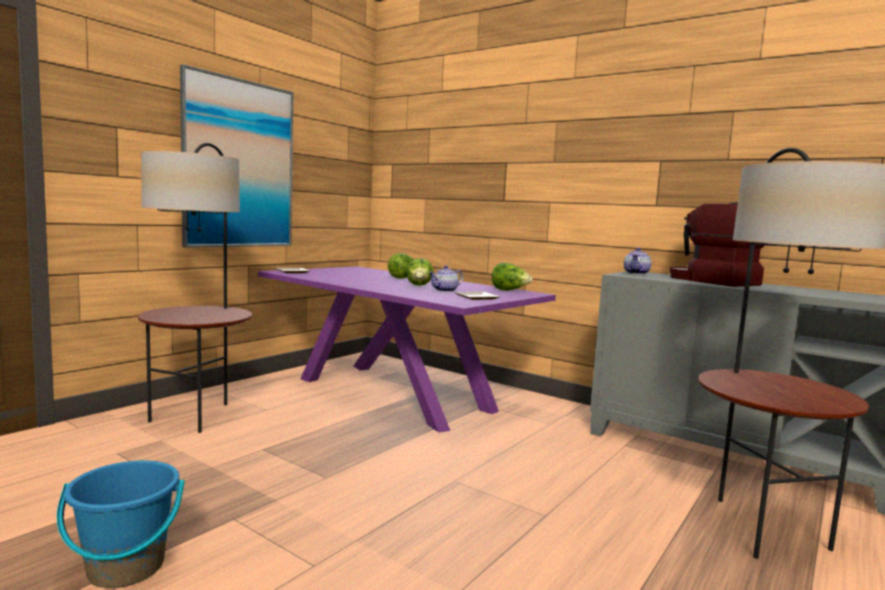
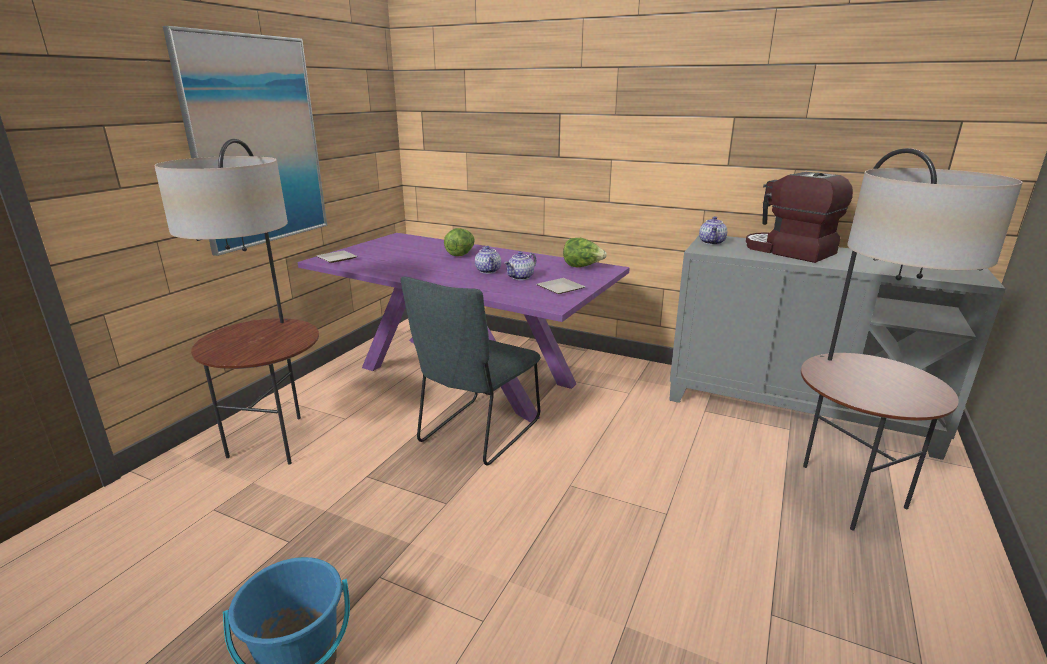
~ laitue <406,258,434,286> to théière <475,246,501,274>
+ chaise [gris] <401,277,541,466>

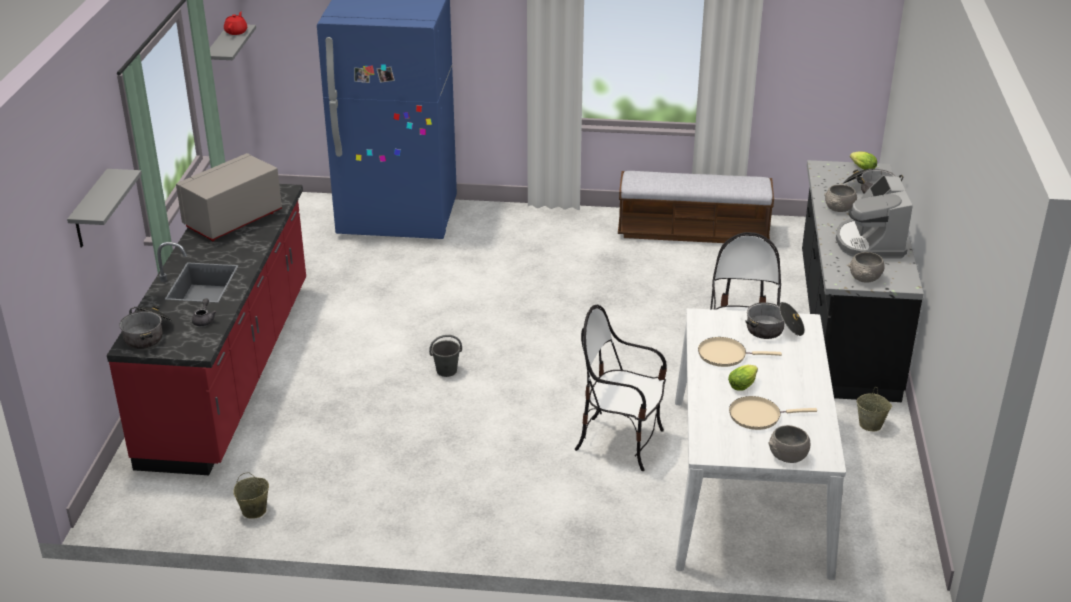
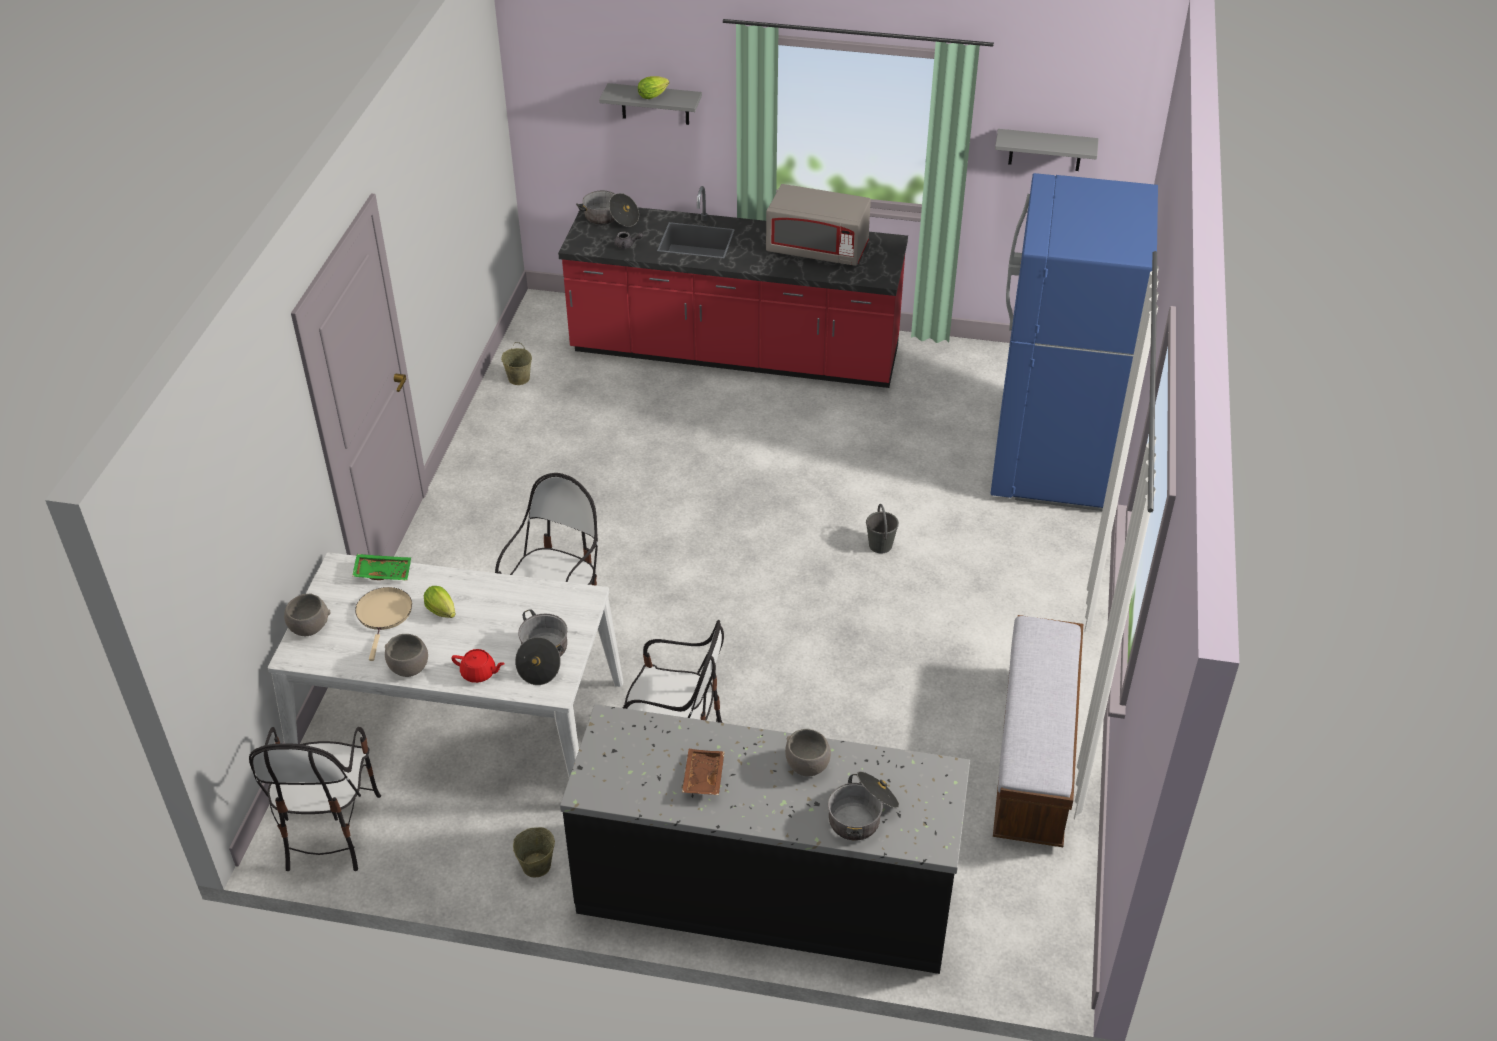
~ micro-ondes [gris] <176,153,282,241> = <766,184,871,266> 150 degrees clockwise
~ théière [rouge] <224,11,247,35> to <451,649,505,683>
~ seau [gris] <429,335,462,377> to <866,504,899,553>
- poêle [beige] <698,337,782,367>
~ machine à café <836,175,913,259> to plateau [marron] <682,749,724,795>
~ bol [gris] <848,252,885,283> to <385,634,428,677>
~ laitue <850,151,877,170> to <638,76,669,99>
+ chaise <249,727,381,871>
+ plateau [vert] <352,554,411,581>

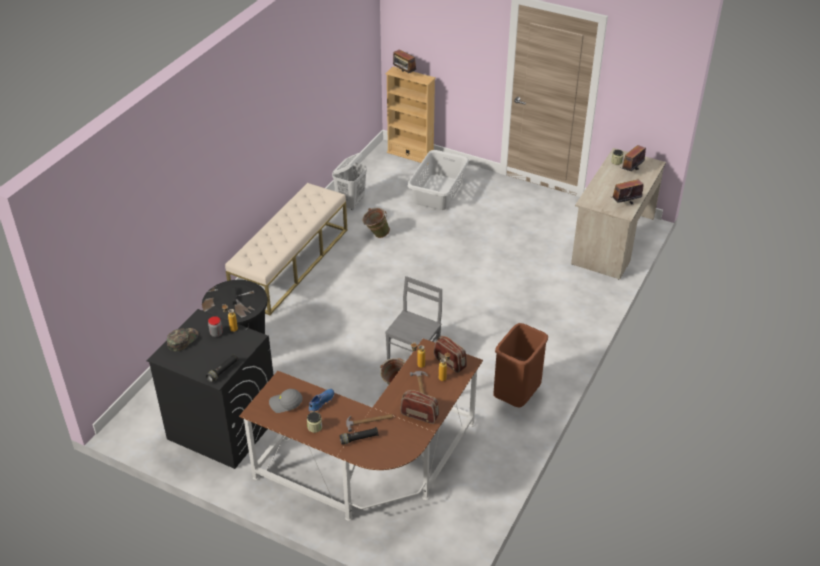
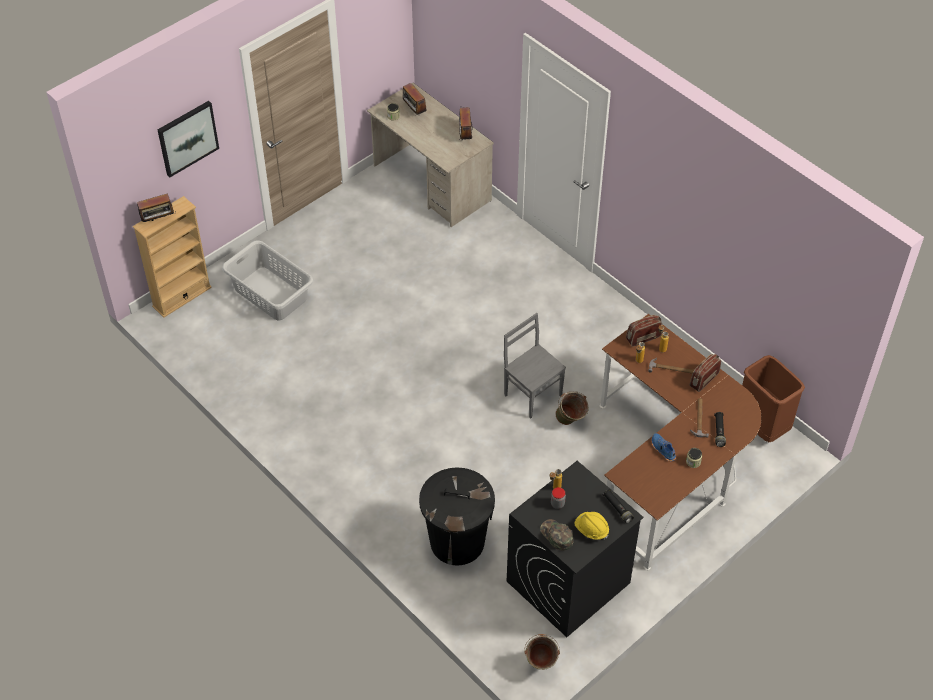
- banc [beige] <225,183,347,315>
- casquette [gris] <269,389,303,413>
- panier à linge [blanc] <332,153,367,210>
~ seau [vert] <363,208,390,238> to <524,634,560,670>
~ poubelle [marron] <493,323,548,408> to <742,355,805,442>
+ tableau <158,101,219,177>
+ casque de chantier [jaune] <574,512,609,540>

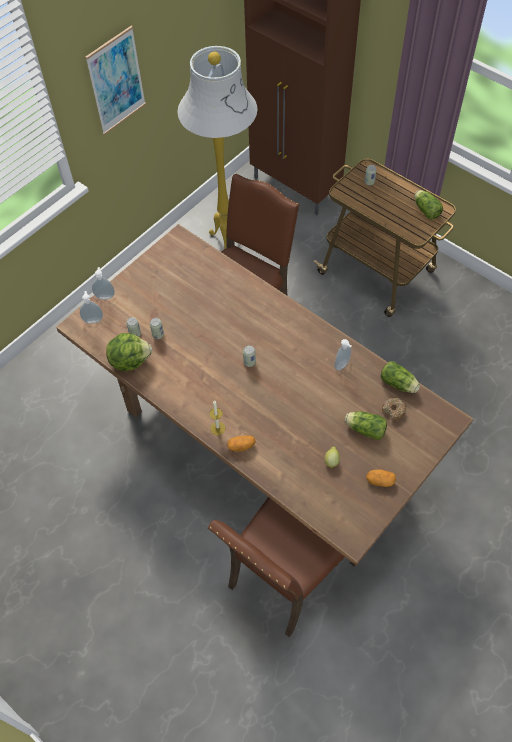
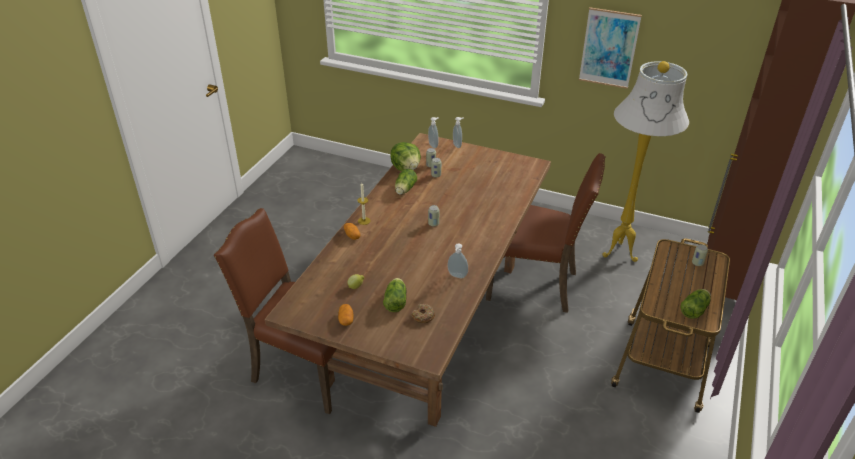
~ laitue <380,361,420,393> to <395,169,417,195>

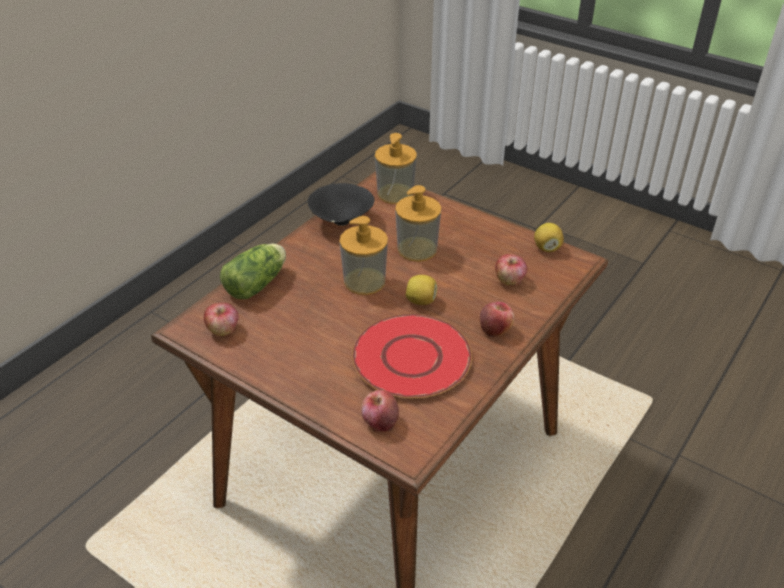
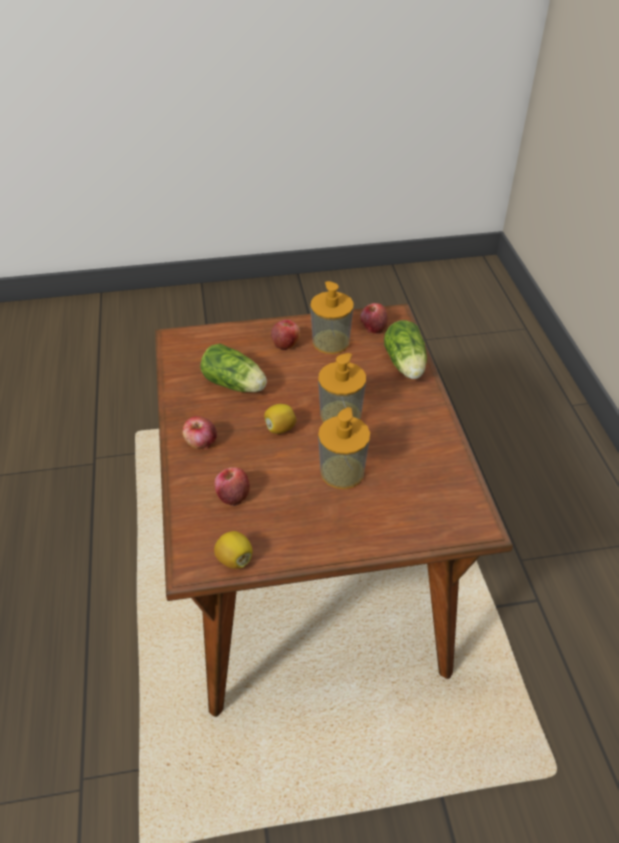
- bol [noir] <308,183,374,226>
~ assiette [rouge] <352,314,472,398> to laitue <200,344,267,392>
~ pomme <361,390,399,432> to <271,320,300,350>
~ distributeur de savon <375,133,417,204> to <310,281,354,354>

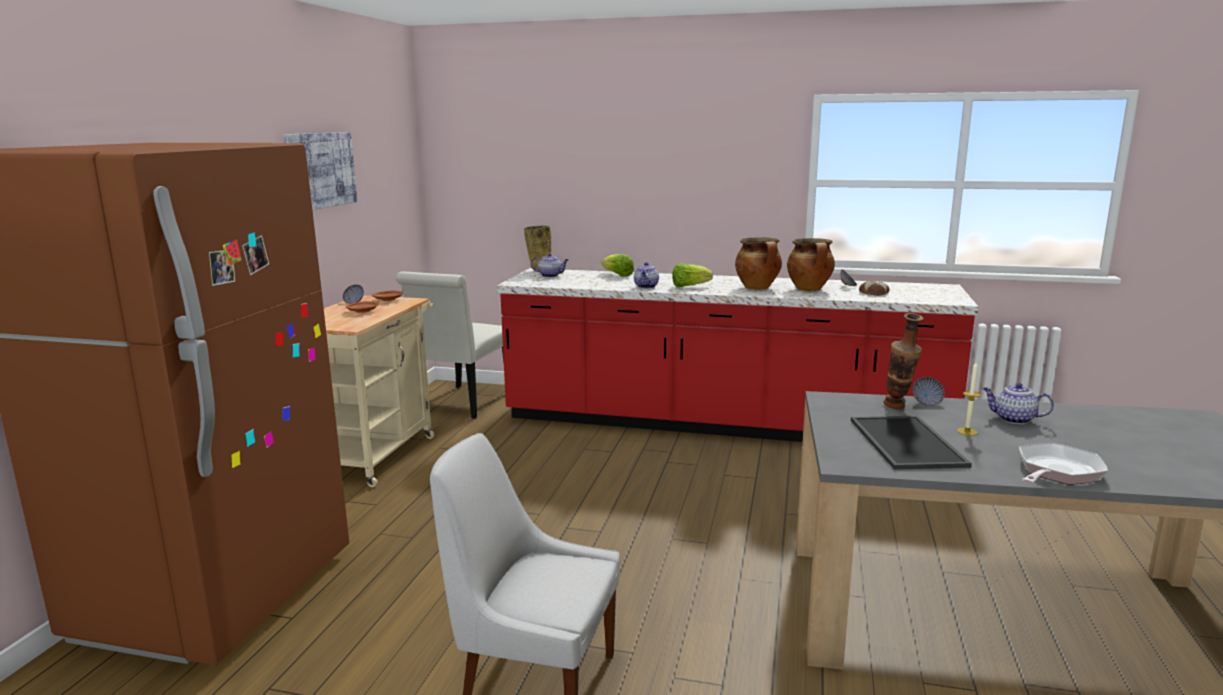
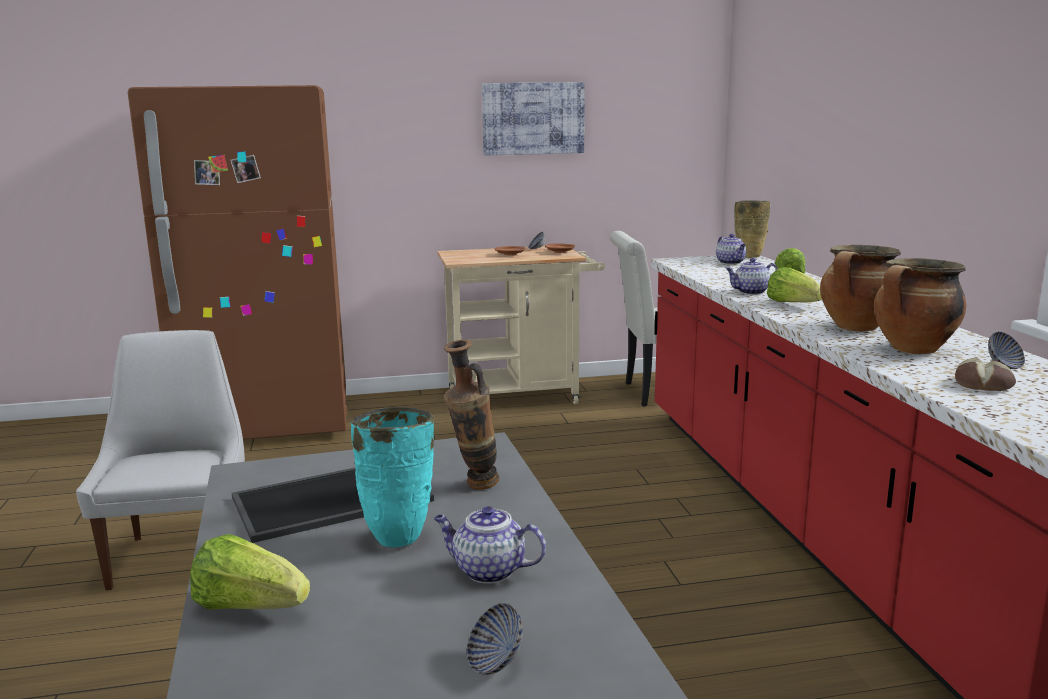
~ bol <913,377,945,406> to <466,603,523,675>
~ bougie <957,362,981,436> to vase [turquoise] <351,407,435,548>
~ théière <983,383,1054,424> = <434,506,546,583> 75 degrees counterclockwise
~ poêle <1019,443,1108,485> to laitue <190,534,310,609>

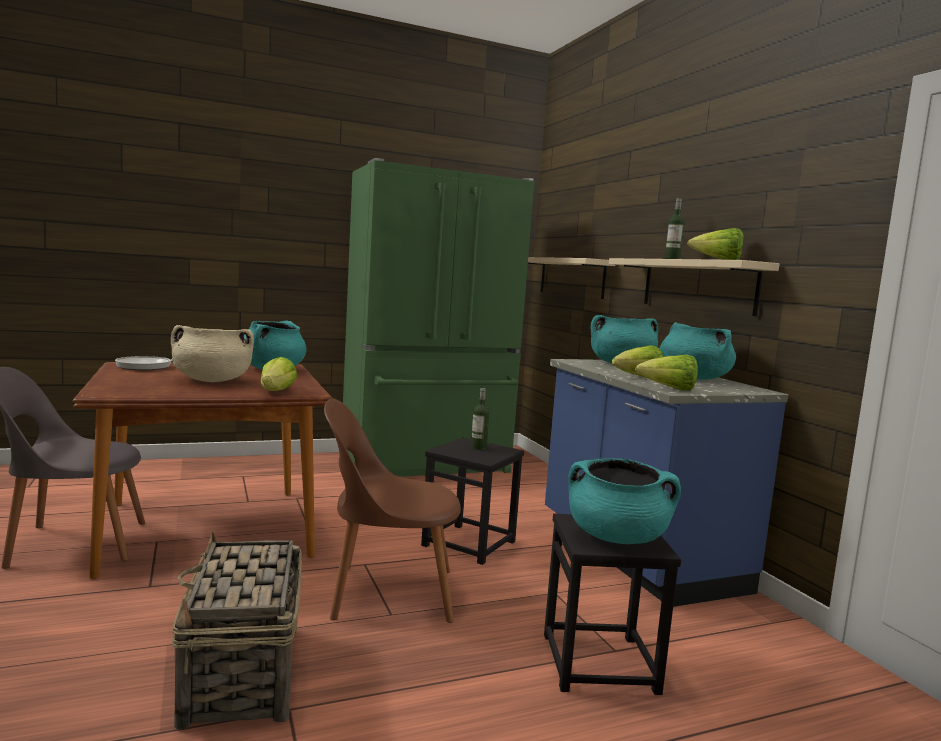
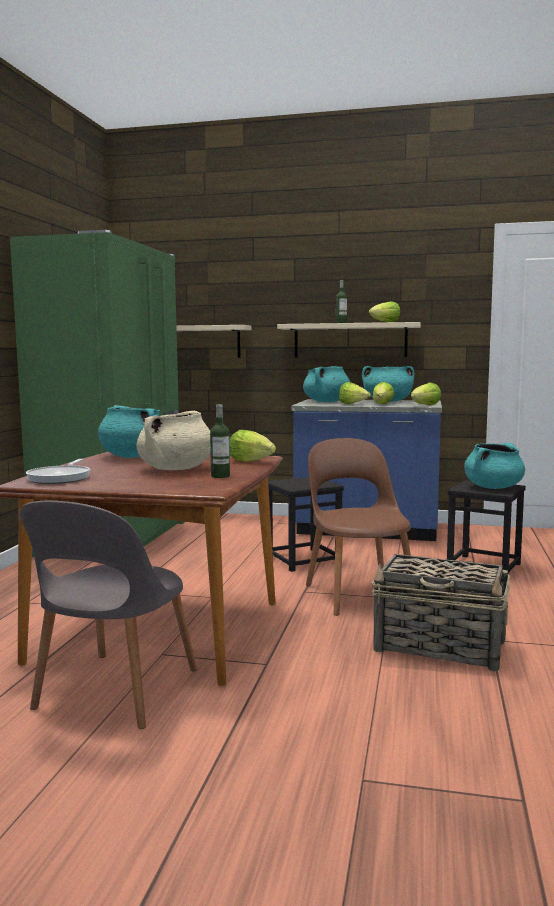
~ chaise [marron] <324,398,461,623> = <306,438,411,616> 135 degrees clockwise
~ bouteille <471,388,489,450> to <210,404,230,478>
+ laitue <339,382,371,404>

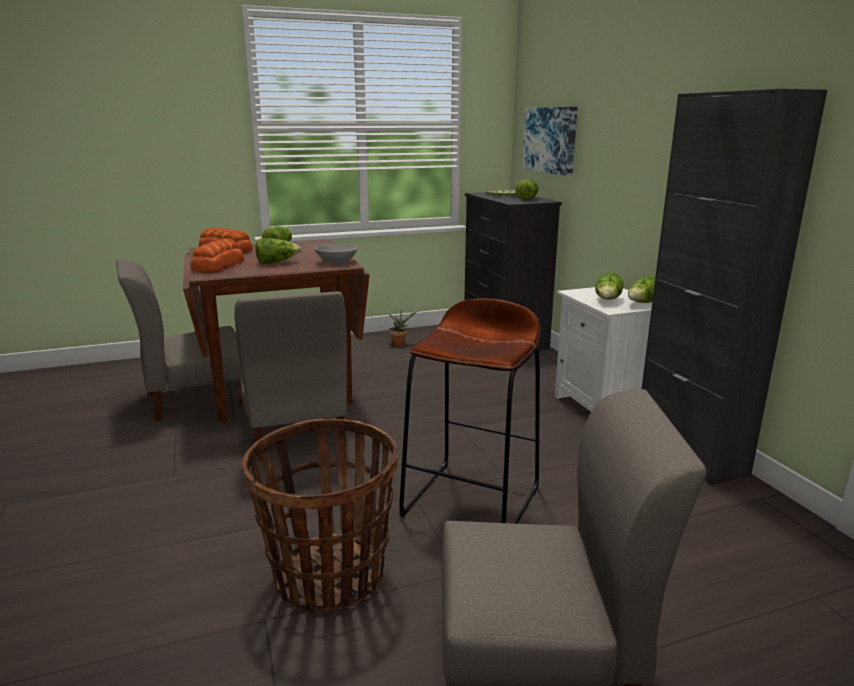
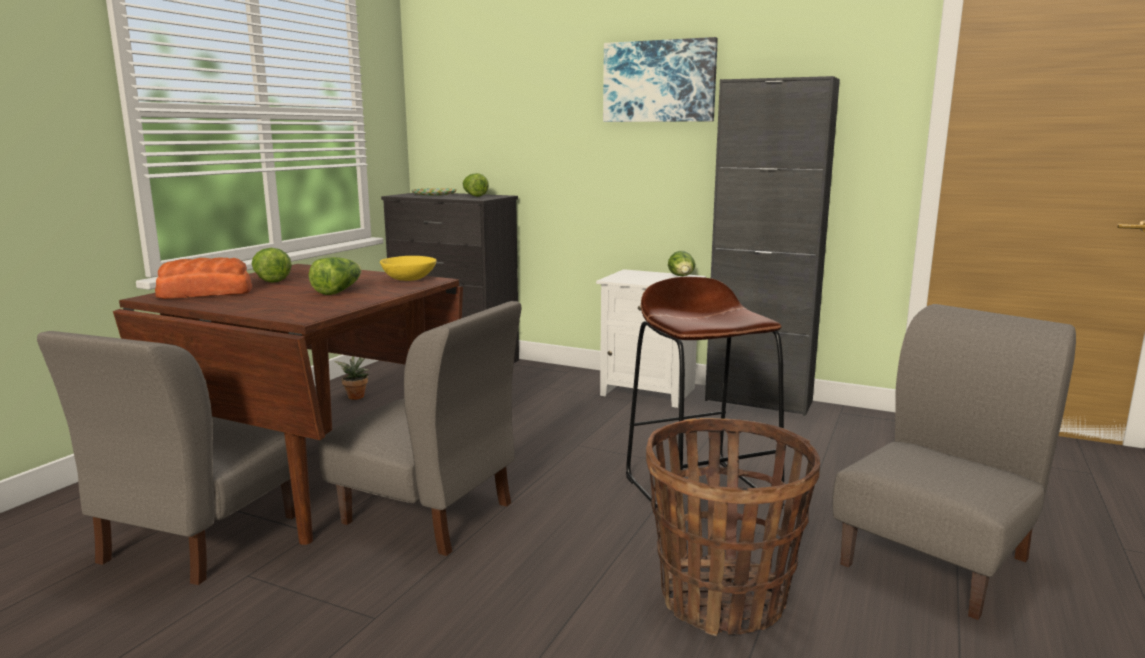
- pain <191,238,244,273>
~ bol [gris] <315,244,358,263> to bol [jaune] <380,256,437,281>
~ tableau <522,107,578,176> to <603,37,718,122>
- laitue <595,273,624,300>

